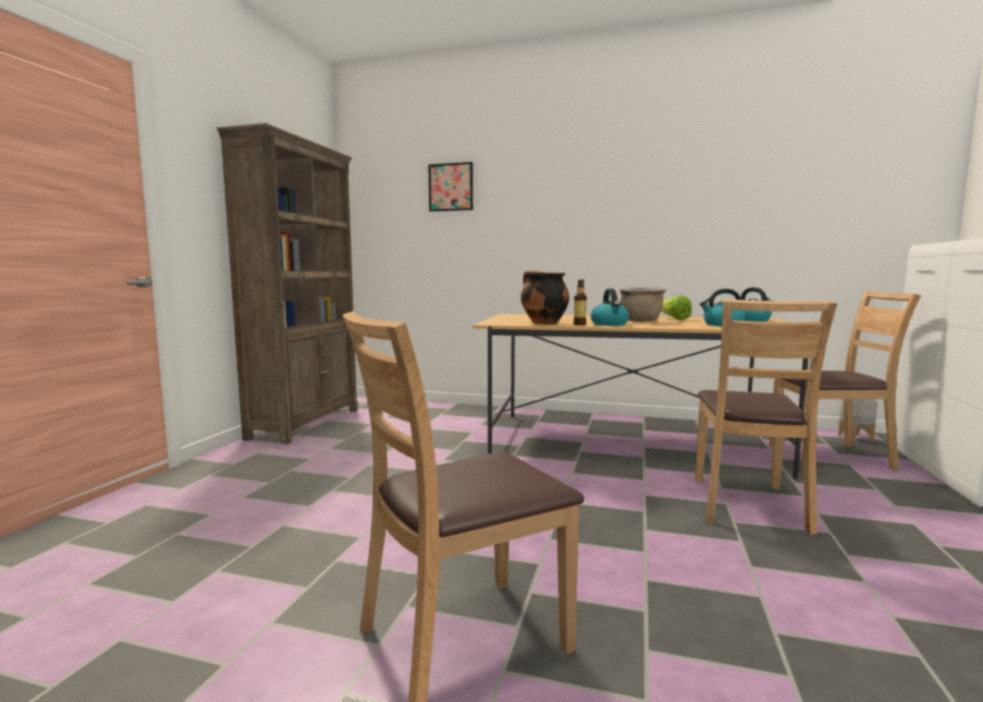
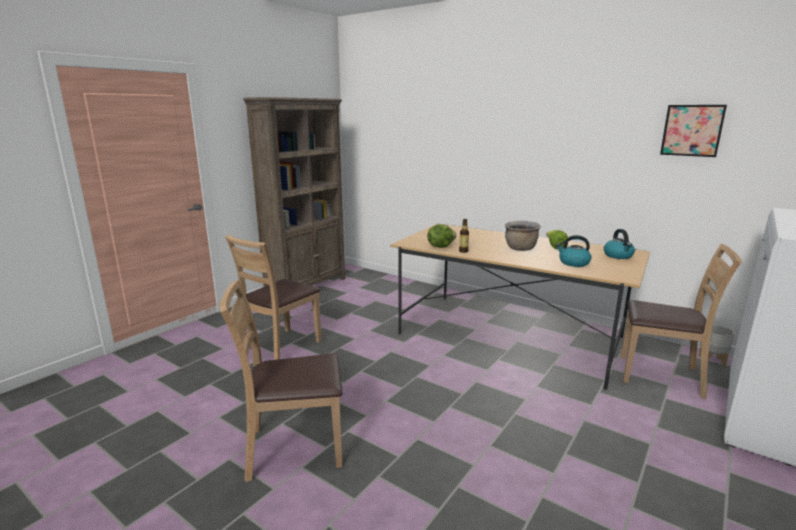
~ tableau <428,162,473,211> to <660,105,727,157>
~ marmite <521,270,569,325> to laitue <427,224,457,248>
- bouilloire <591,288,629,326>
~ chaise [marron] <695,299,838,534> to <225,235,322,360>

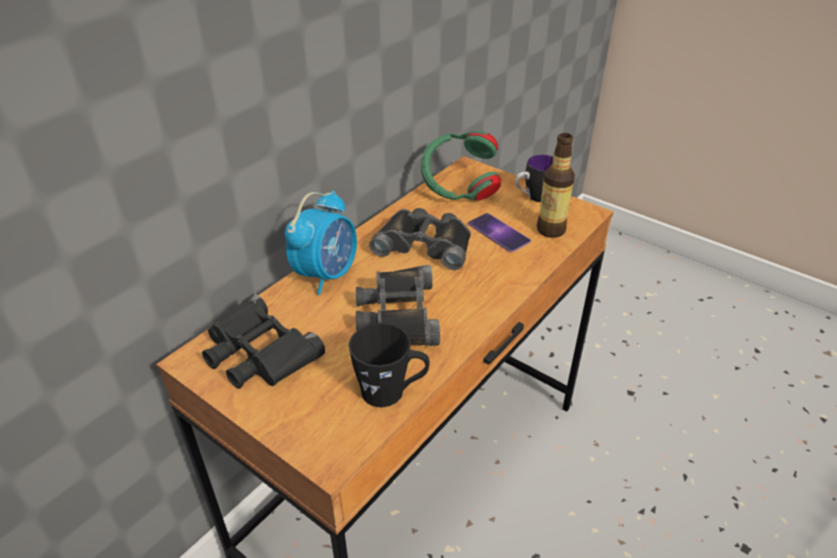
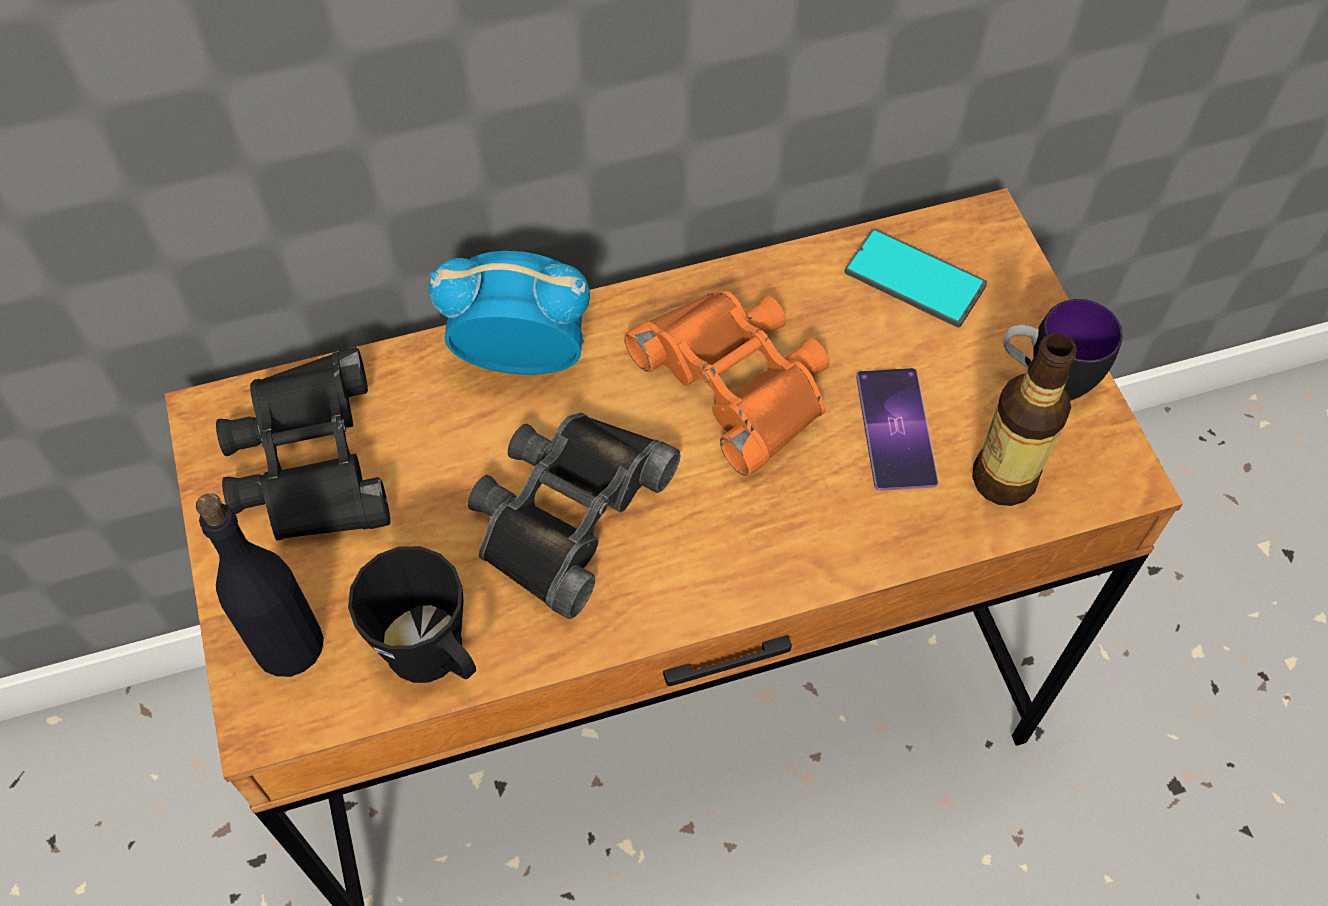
~ réveil <285,191,357,295> = <429,251,590,375> 150 degrees counterclockwise
~ jumelles [noir] <369,208,471,270> to jumelles [orange] <624,290,830,476>
~ casque audio [vert] <421,130,501,200> to téléphone <845,229,987,327>
+ bouteille [noir] <196,493,324,677>

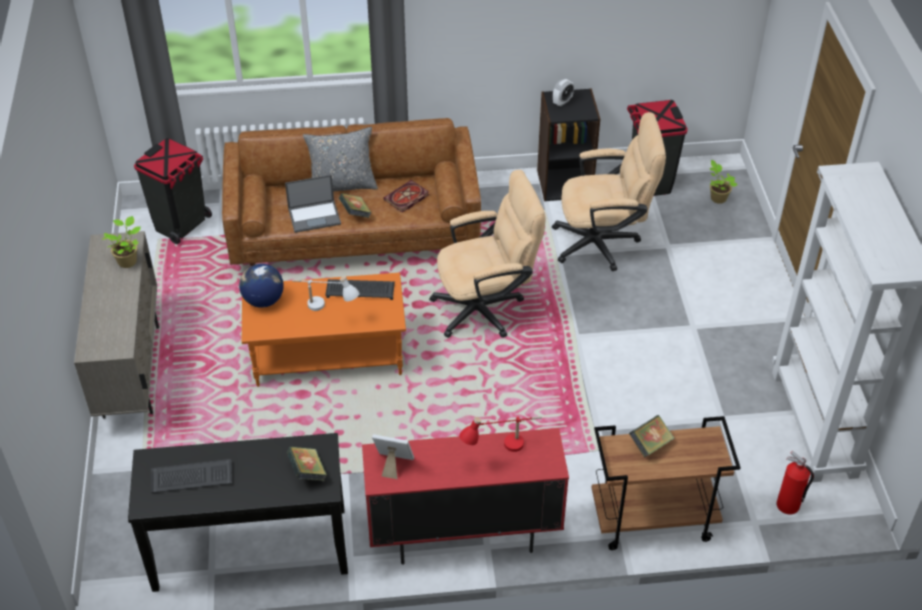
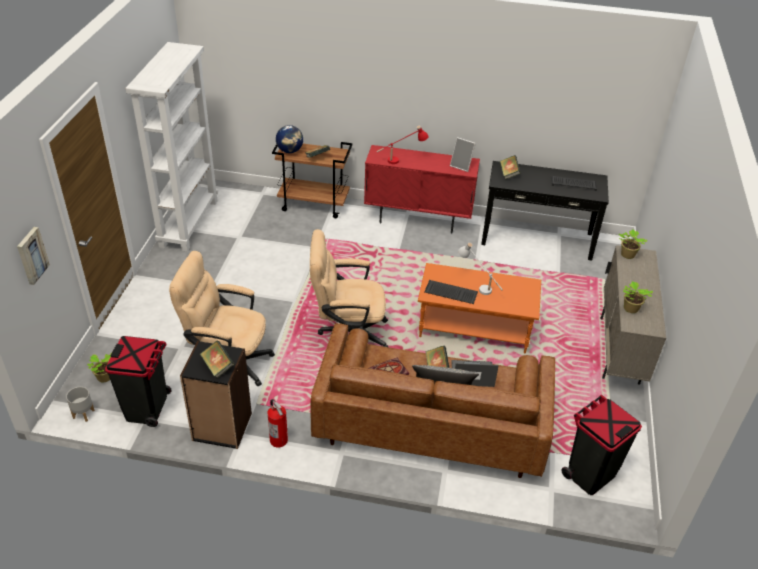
~ globe <239,264,284,308> to <276,125,303,153>
~ réveil <553,79,574,107> to livre <200,341,234,378>
~ extincteur <776,450,814,515> to <267,399,288,448>
+ tableau <17,227,50,285>
+ cache-pot [gris] <66,387,95,422>
+ plante en pot <618,229,648,259>

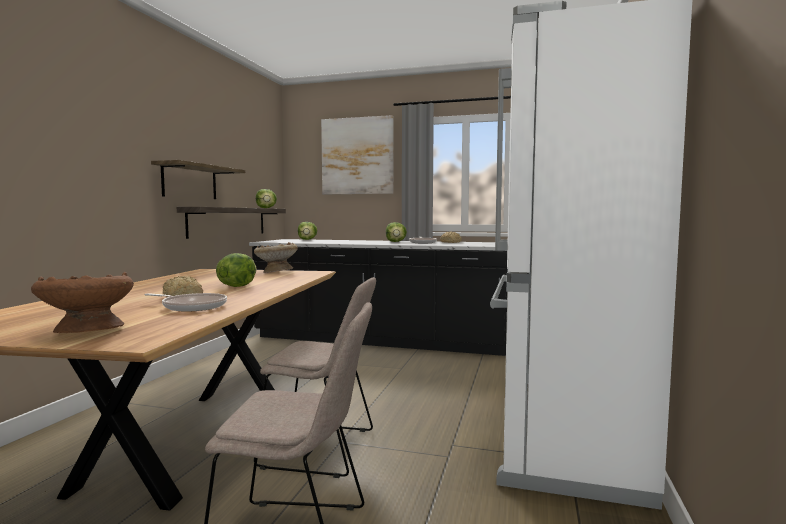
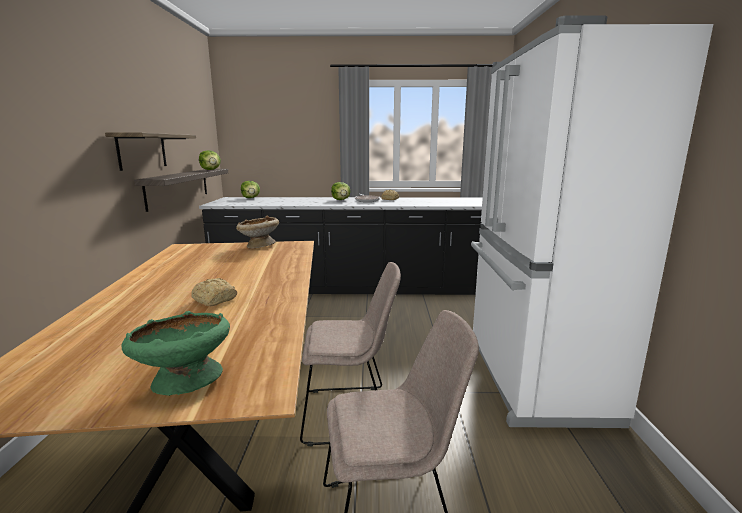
~ bol [marron] <31,272,134,333> to bol [vert] <122,311,230,396>
- poêle <144,293,227,312>
- laitue <216,253,257,287>
- tableau <321,115,394,194>

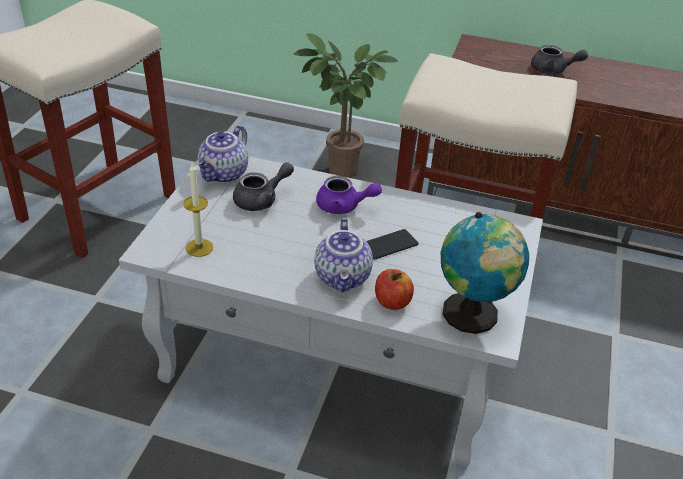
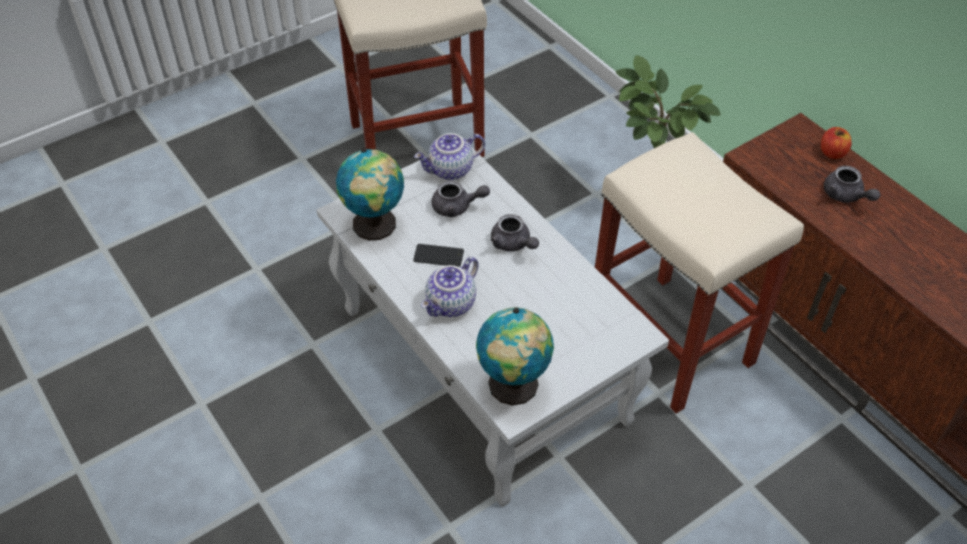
~ bougie <183,163,213,257> to globe <336,148,404,241>
~ théière [violet] <316,176,382,214> to théière [gris] <491,214,539,252>
~ téléphone <366,229,419,260> to <413,244,464,267>
~ pomme <375,269,414,310> to <821,127,852,159>

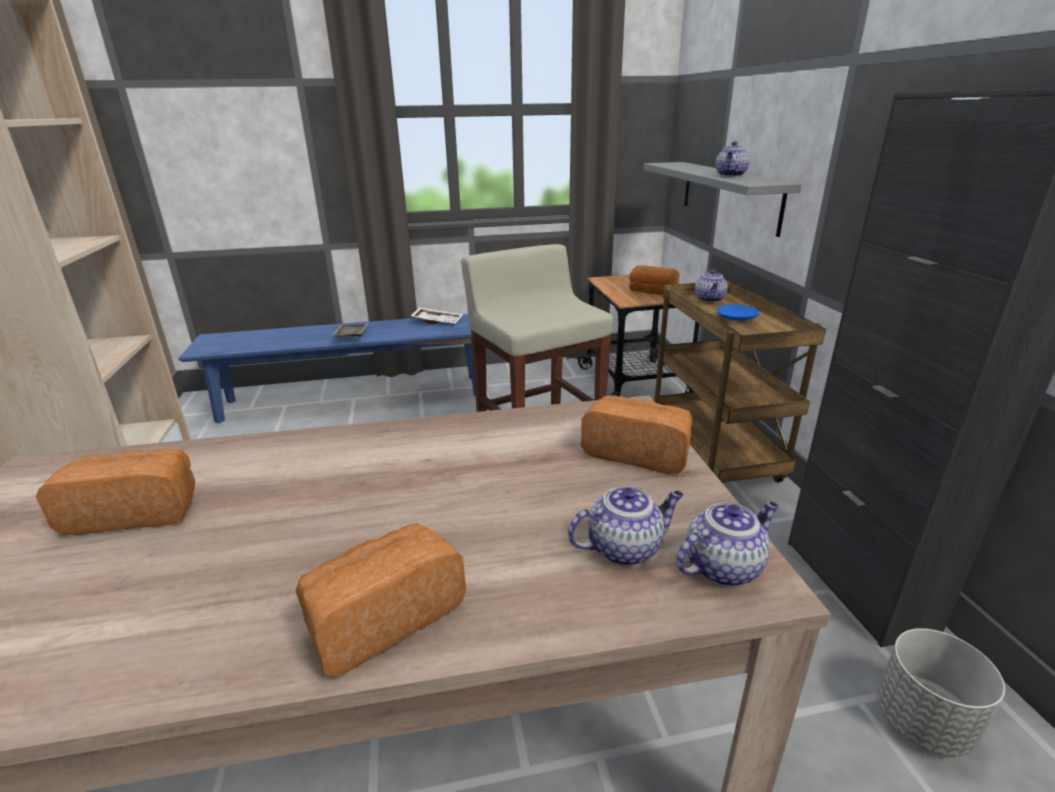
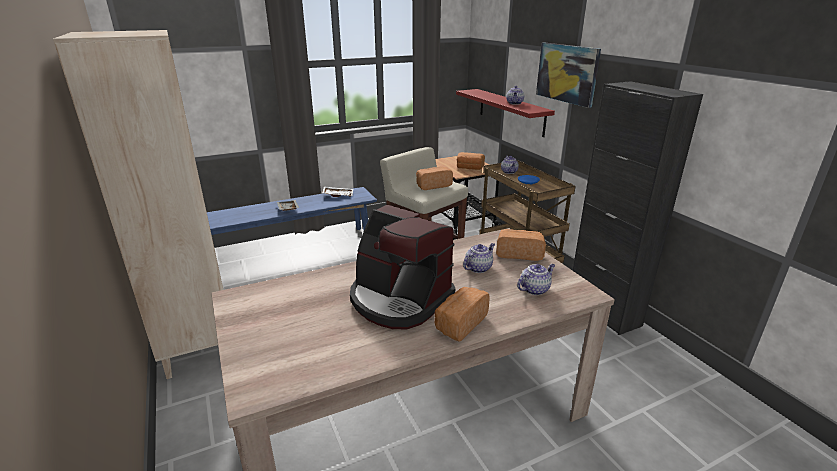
~ pain <36,449,195,535> to <416,167,453,190>
~ étagère [gris] <643,162,802,237> to étagère [rouge] <456,89,555,137>
~ théière <676,502,779,587> to <463,243,495,273>
- cache-pot [gris] <877,628,1005,756>
+ machine à café <350,205,455,329>
+ tableau <536,42,601,108>

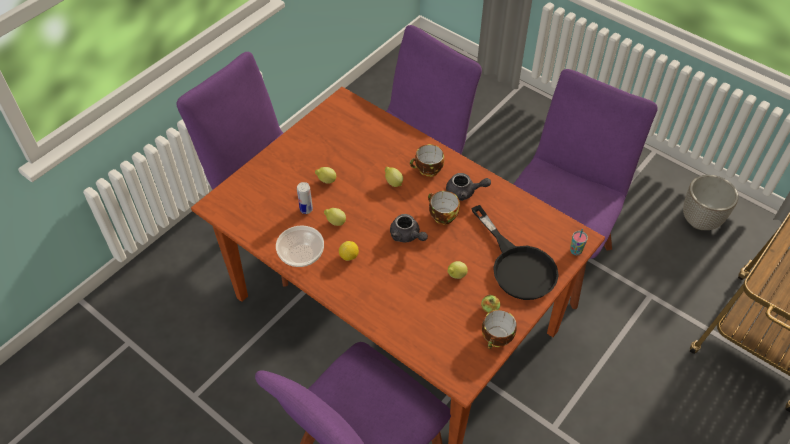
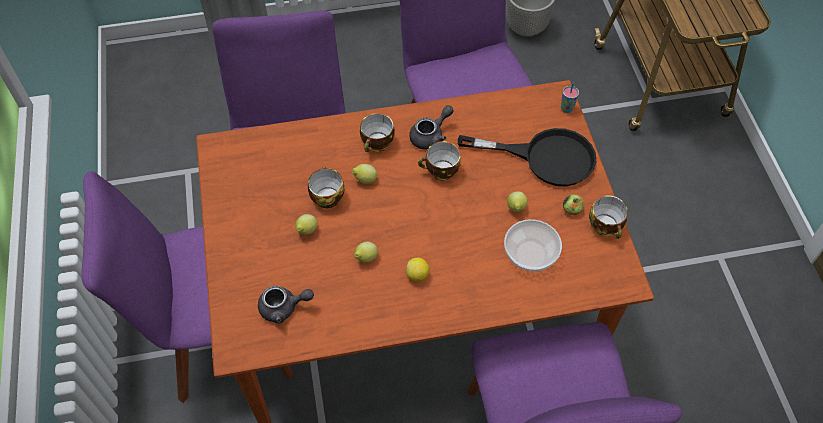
~ bol <276,226,324,267> to <504,219,562,271>
- boîte métallique <297,182,313,214>
~ théière [gris] <390,214,428,242> to <258,286,314,323>
+ tasse <308,166,344,208>

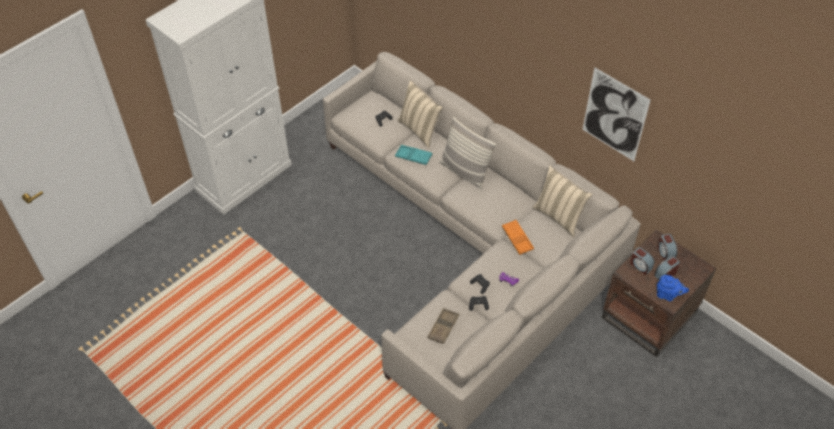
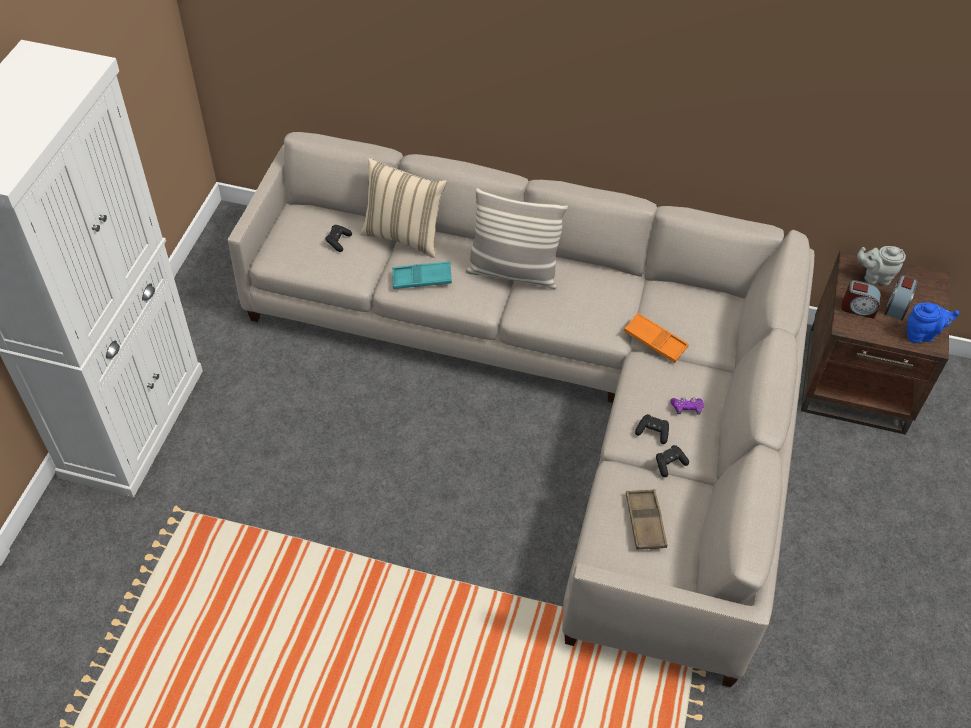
- coussin [beige] <532,166,593,237>
- tableau <582,67,651,161>
~ réveil <657,234,678,260> to théière [gris] <857,246,906,286>

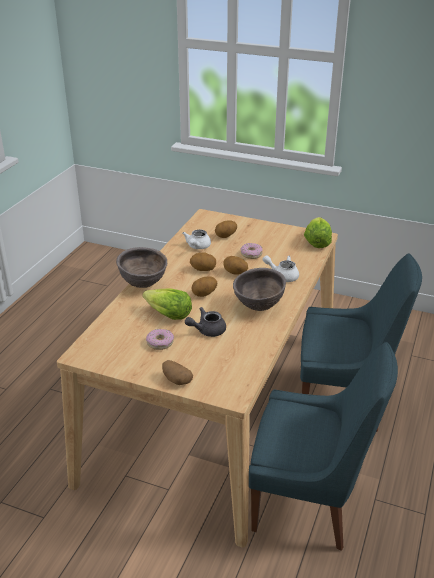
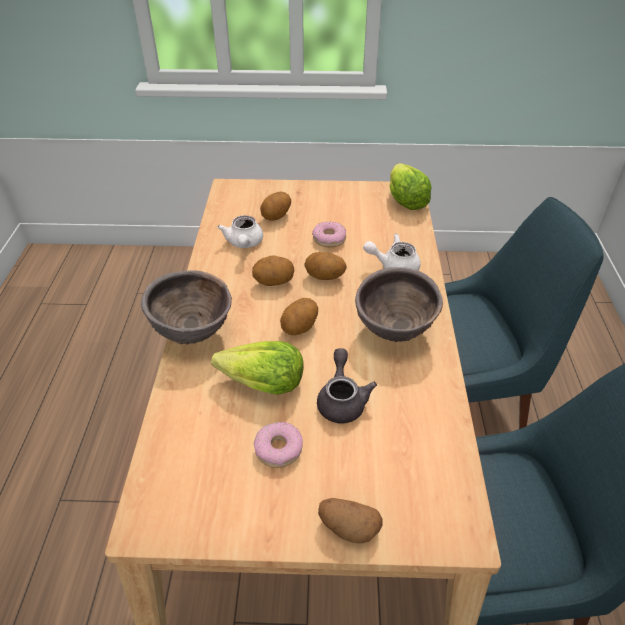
~ théière [gris] <185,307,226,337> = <317,348,377,424> 135 degrees clockwise

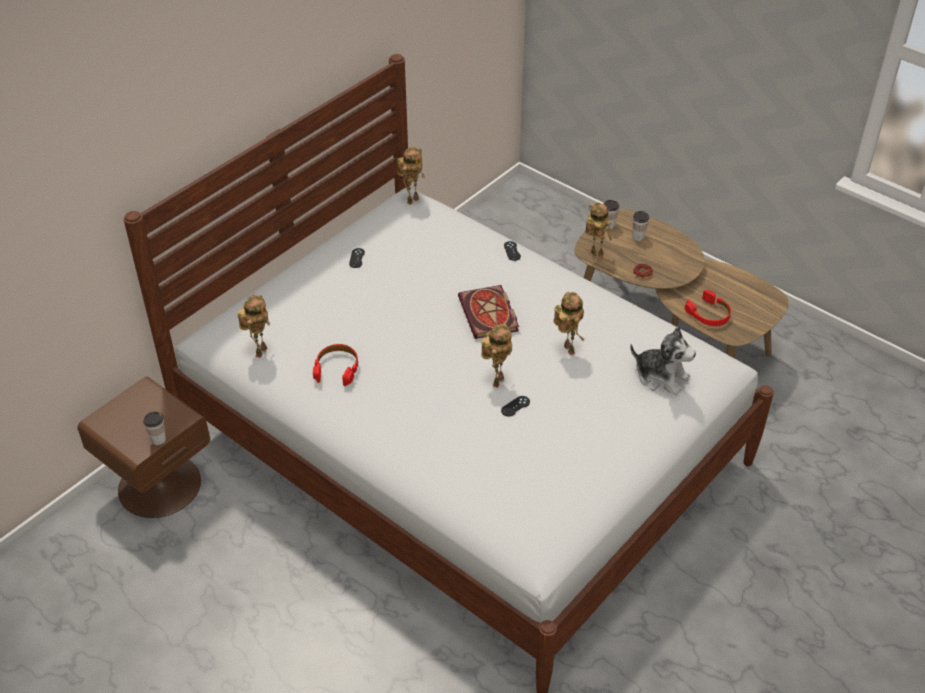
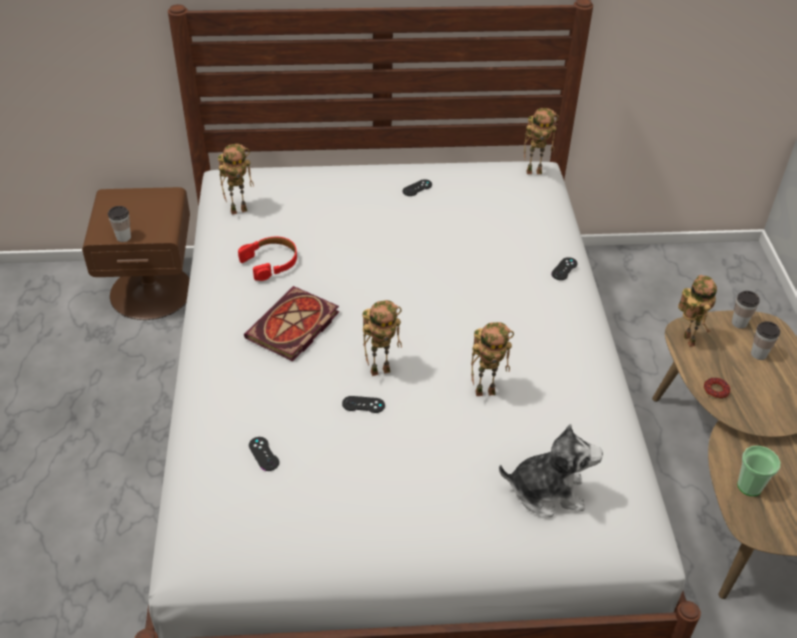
~ livre <458,285,519,339> to <244,286,339,361>
~ robot jouet <554,292,585,355> = <471,322,514,396> 60 degrees clockwise
~ peluche <630,326,696,396> = <499,424,603,517> 75 degrees counterclockwise
~ casque audio [rouge] <685,290,731,326> to tasse <737,446,780,496>
+ manette [noir] <249,437,279,471>

